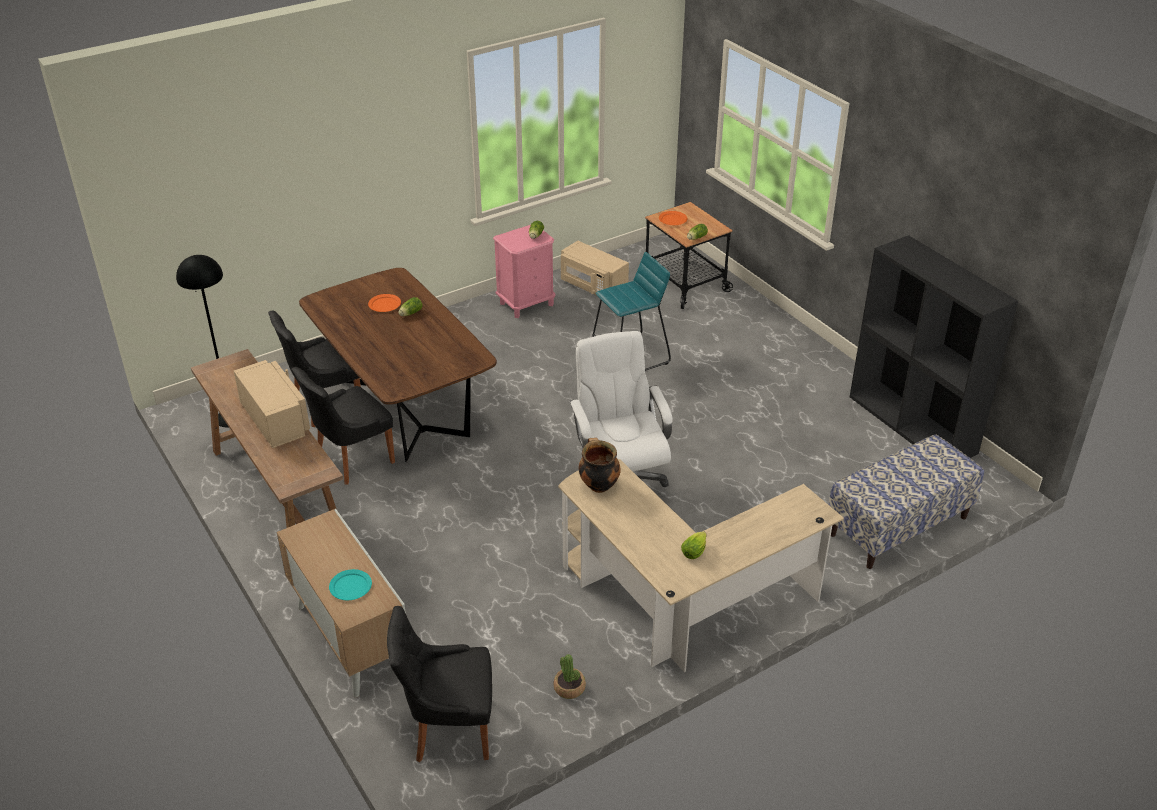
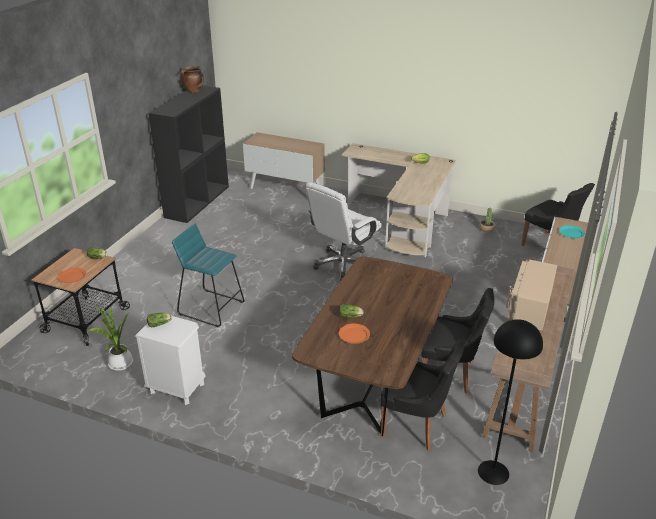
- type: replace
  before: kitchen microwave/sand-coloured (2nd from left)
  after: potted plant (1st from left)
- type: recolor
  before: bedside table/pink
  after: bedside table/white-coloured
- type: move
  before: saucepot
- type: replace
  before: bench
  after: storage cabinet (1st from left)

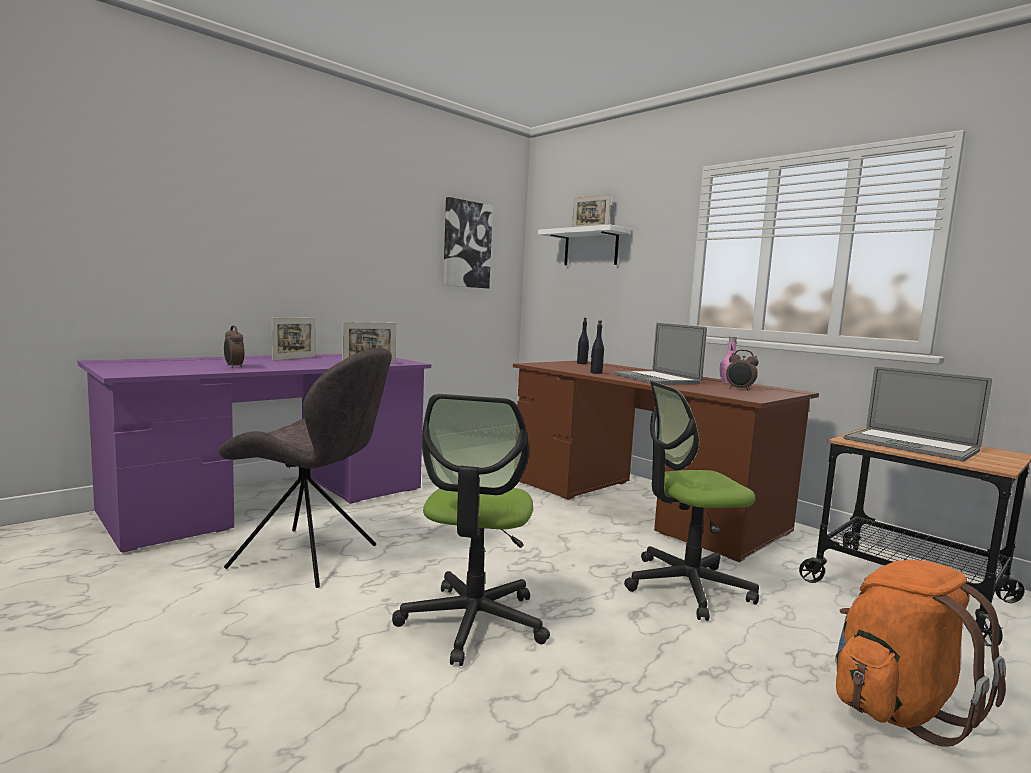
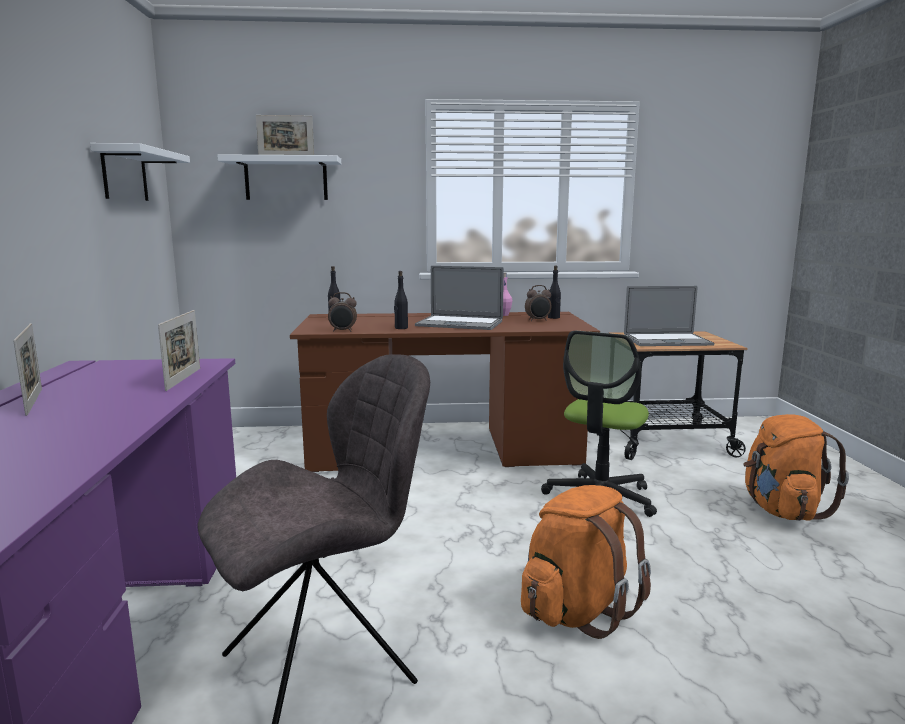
- type: replace
  before: wall picture
  after: shelf/white-coloured (1st from left)
- type: move
  before: bedside clock (1st from left)
- type: replace
  before: desk chair (1st from left)
  after: knapsack/orange (1st from left)
- type: insert
  after: drink bottle/blackish (3rd from left)

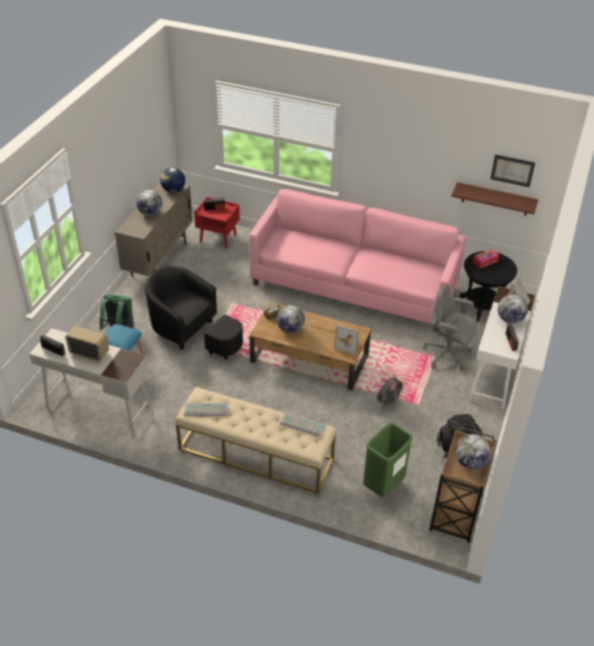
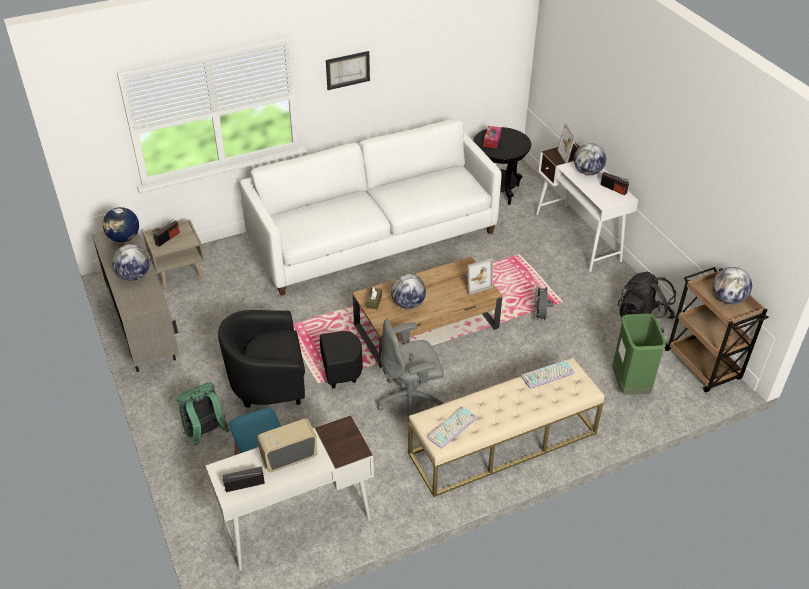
- type: recolor
  before: bedside table/red
  after: bedside table/sand-coloured
- type: recolor
  before: settee/pink
  after: settee/white-coloured
- type: move
  before: wall picture
- type: move
  before: desk chair/grey
- type: delete
  before: shelf

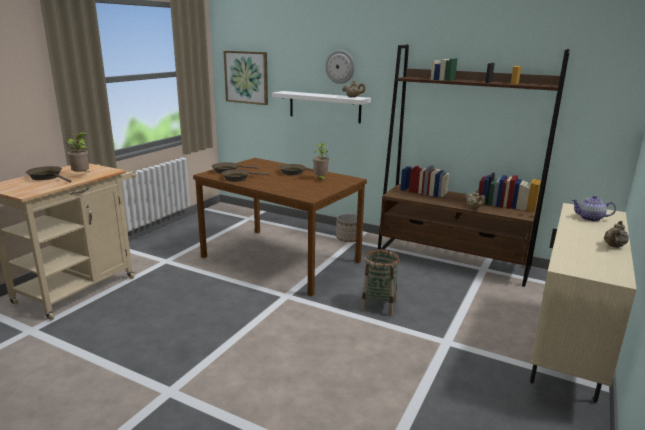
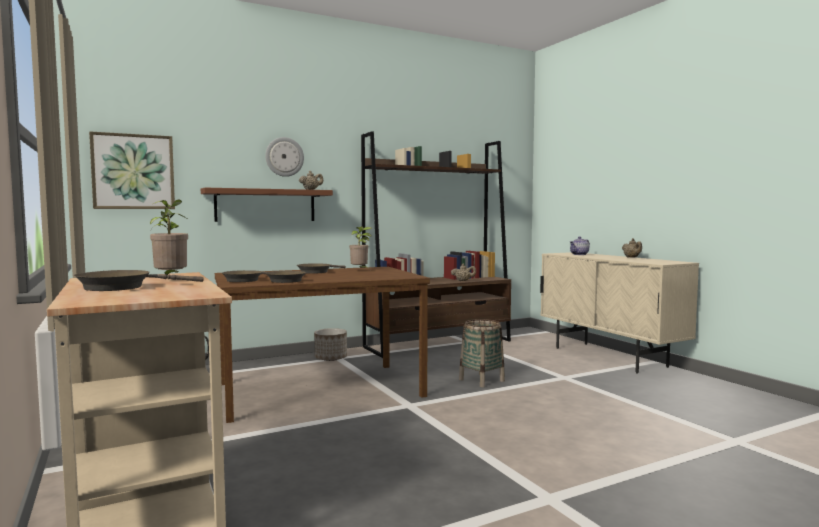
- type: recolor
  before: shelf/white-coloured
  after: shelf/brownish

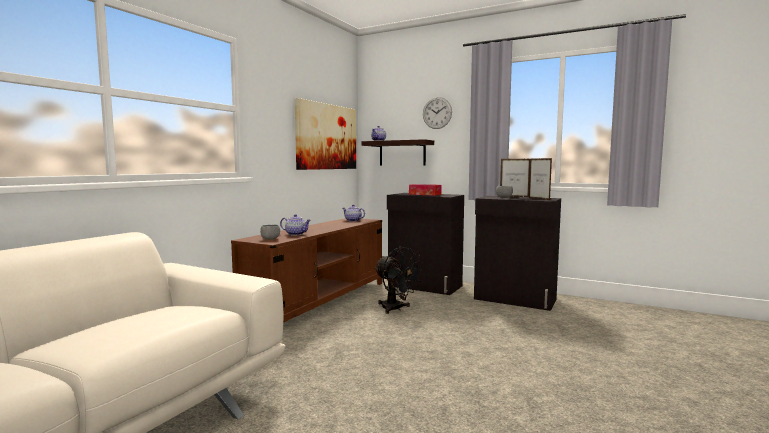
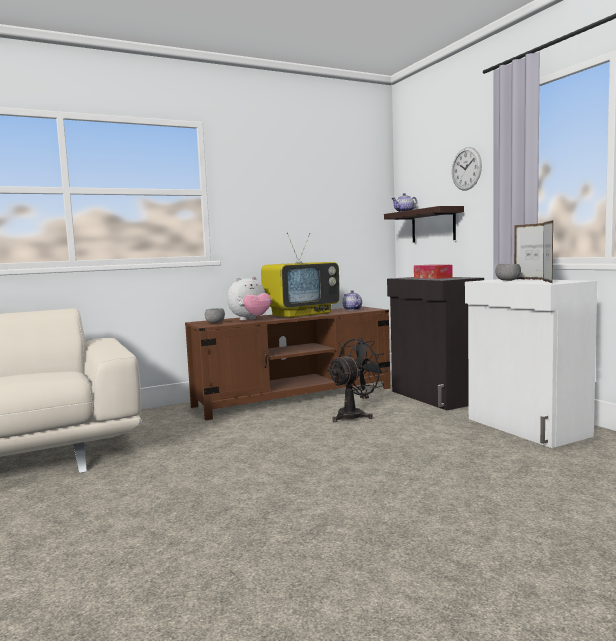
- type: replace
  before: teapot (1st from left)
  after: cuddly toy
- type: insert
  after: television
- type: rotate
  before: fan/blackish
  turn: -120
- type: recolor
  before: storage cabinet/blackish (2nd from left)
  after: storage cabinet/white-coloured
- type: delete
  before: wall picture

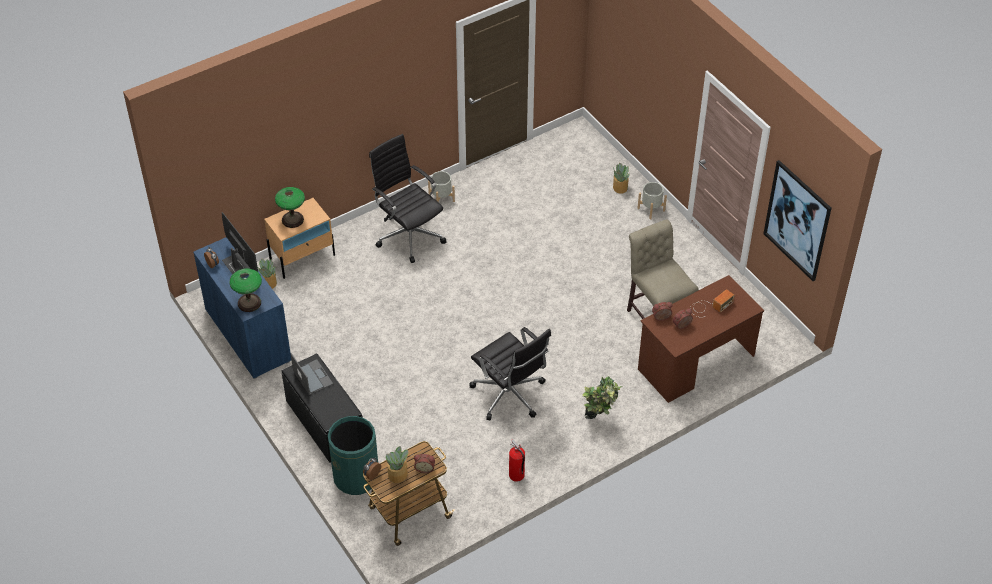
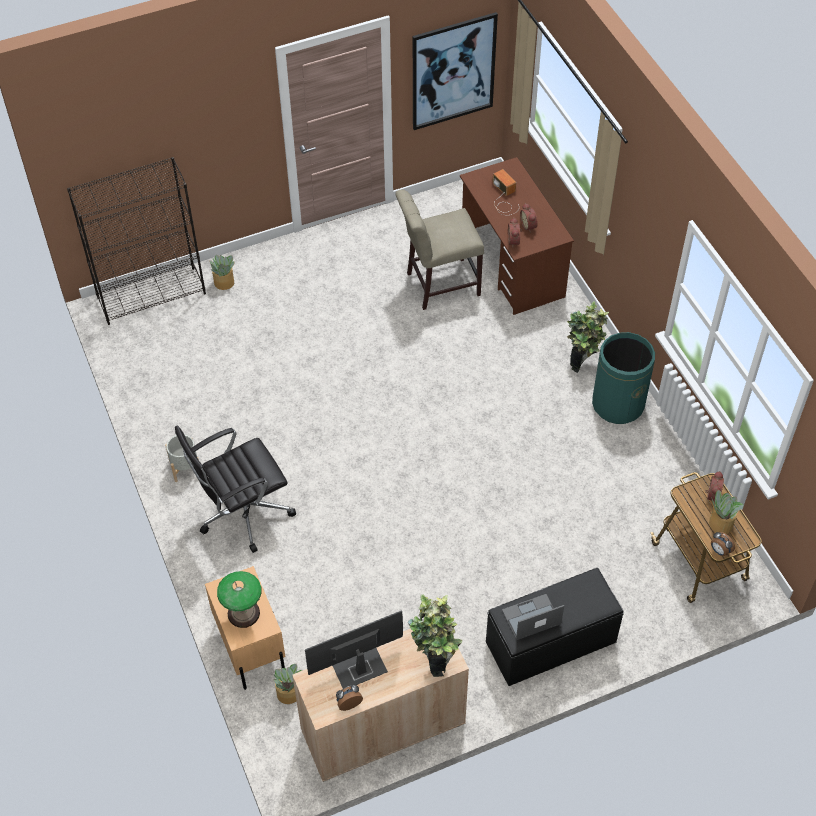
- type: insert
  after: bookcase/blackish
- type: recolor
  before: storage cabinet/blue
  after: storage cabinet/sand-coloured
- type: replace
  before: table lamp (1st from left)
  after: potted plant (3rd from left)
- type: move
  before: rubbish bin/green-coloured
- type: delete
  before: desk chair/blackish (2nd from left)
- type: delete
  before: extinguisher
- type: delete
  before: flower pot/grey (2nd from left)

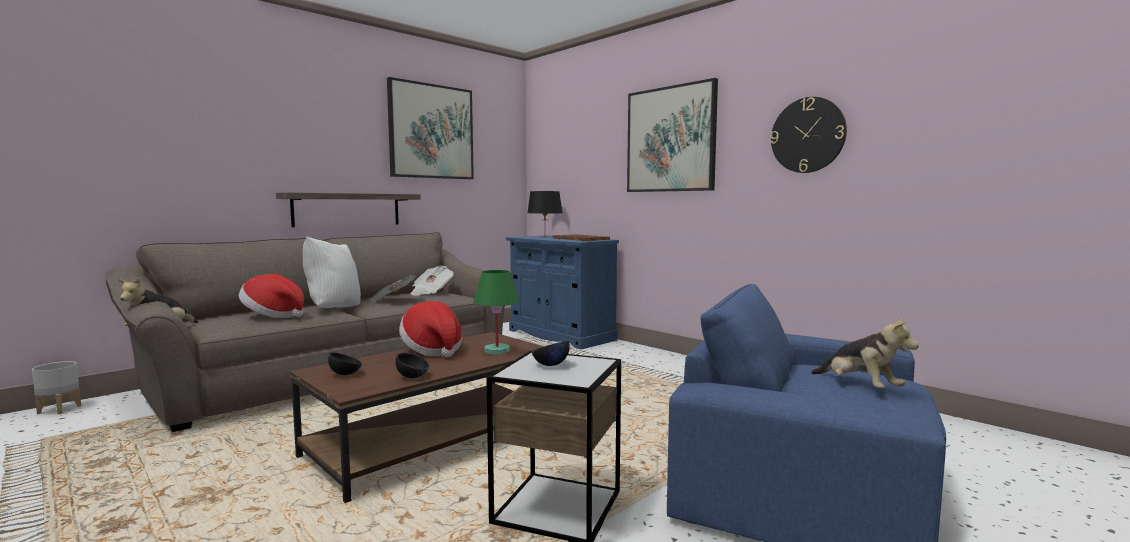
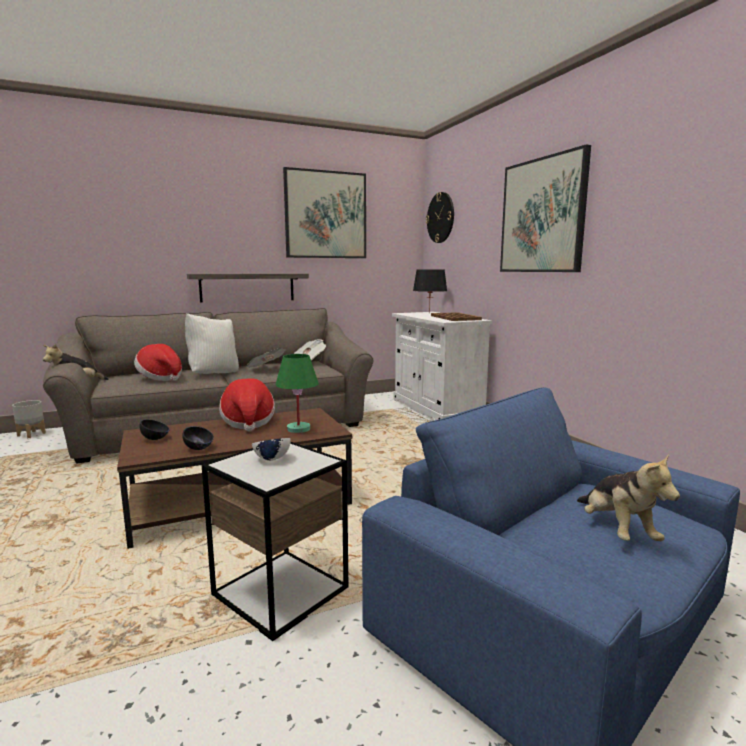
- type: recolor
  before: bowl/blackish (3rd from left)
  after: bowl/white-coloured
- type: recolor
  before: storage cabinet/blue
  after: storage cabinet/white-coloured
- type: move
  before: wall clock

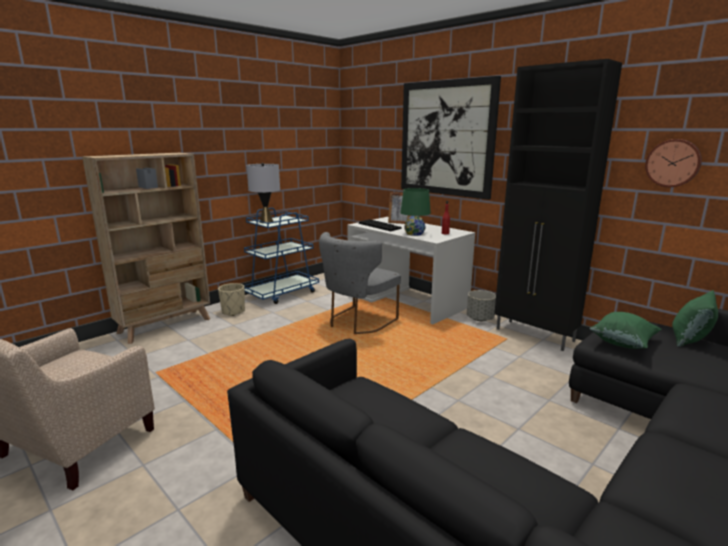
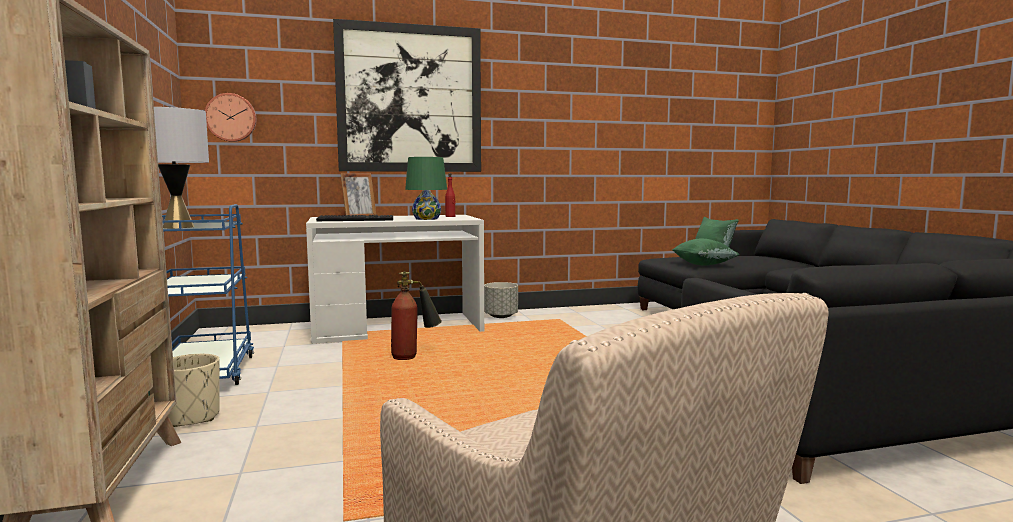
- type: move
  before: wall clock
- type: replace
  before: plain chair/grey
  after: extinguisher
- type: delete
  before: storage cabinet/blackish

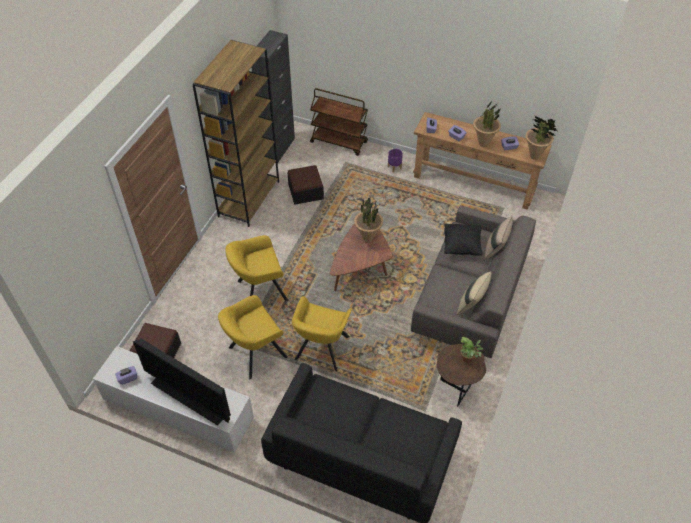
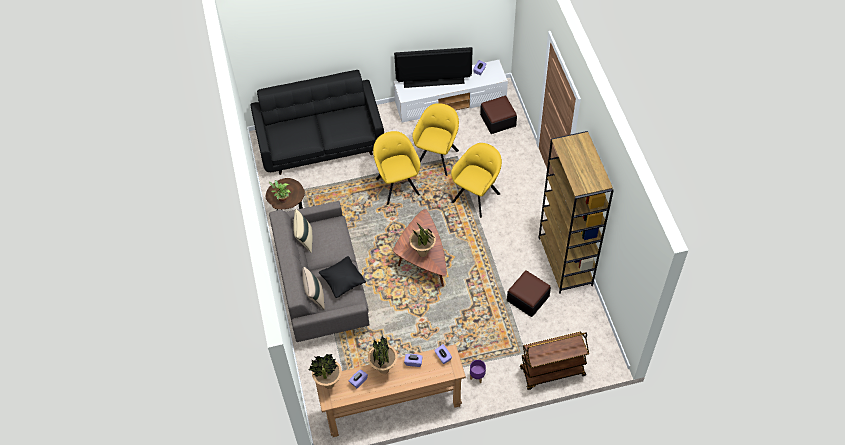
- type: delete
  before: storage cabinet/blackish

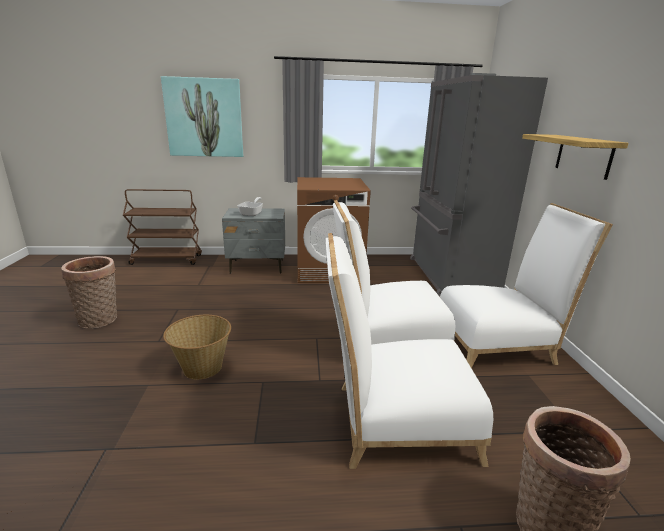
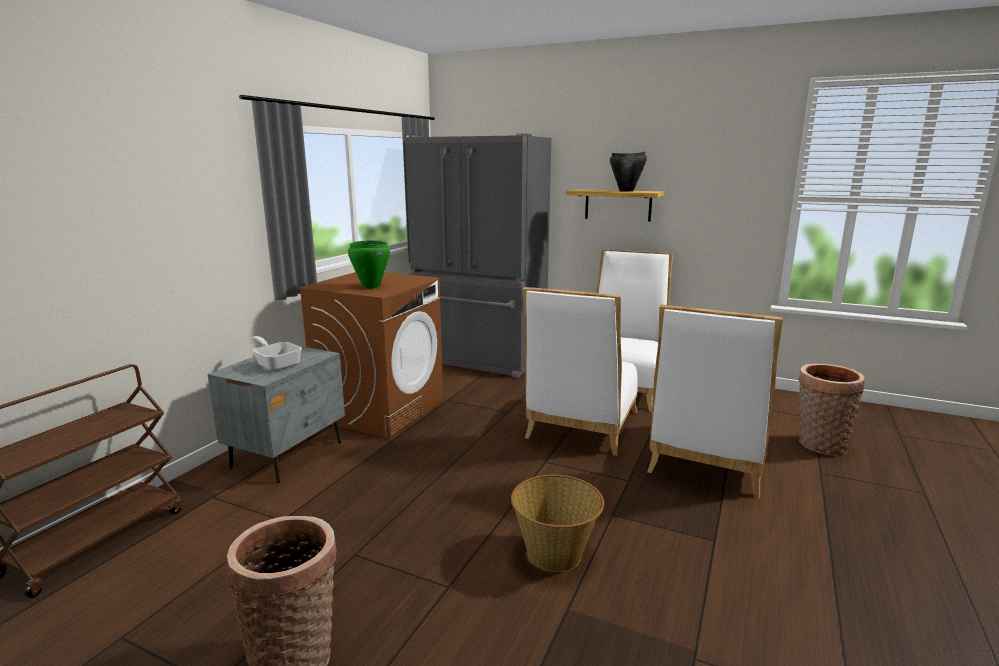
- type: insert
  after: saucepot/green-coloured
- type: insert
  after: saucepot/blackish
- type: delete
  before: wall picture

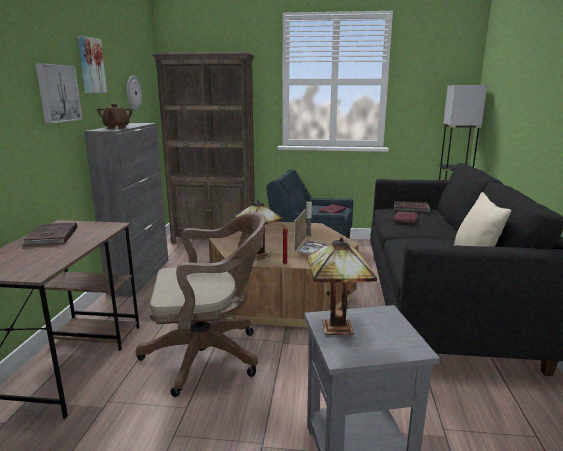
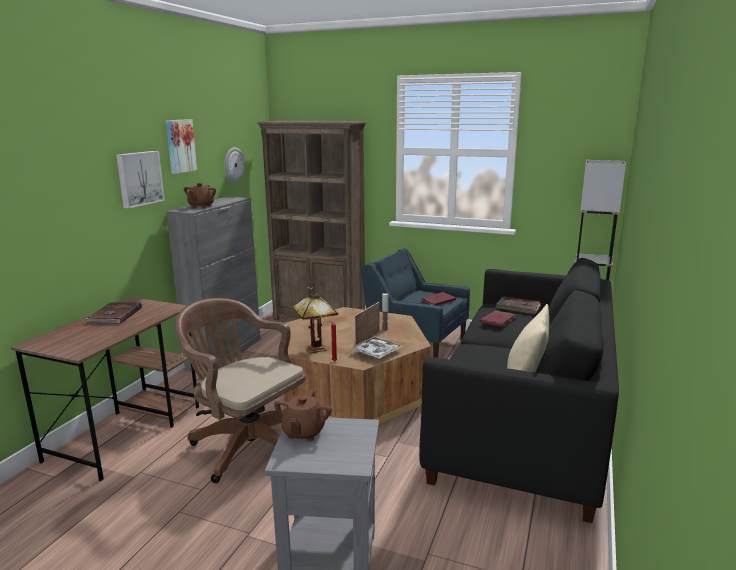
- type: rotate
  before: desk chair/brownish
  turn: -150
- type: replace
  before: table lamp (2nd from left)
  after: teapot/brownish (2nd from left)

